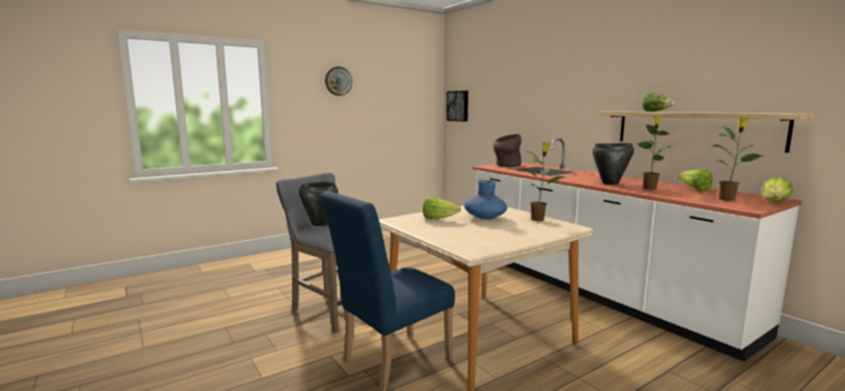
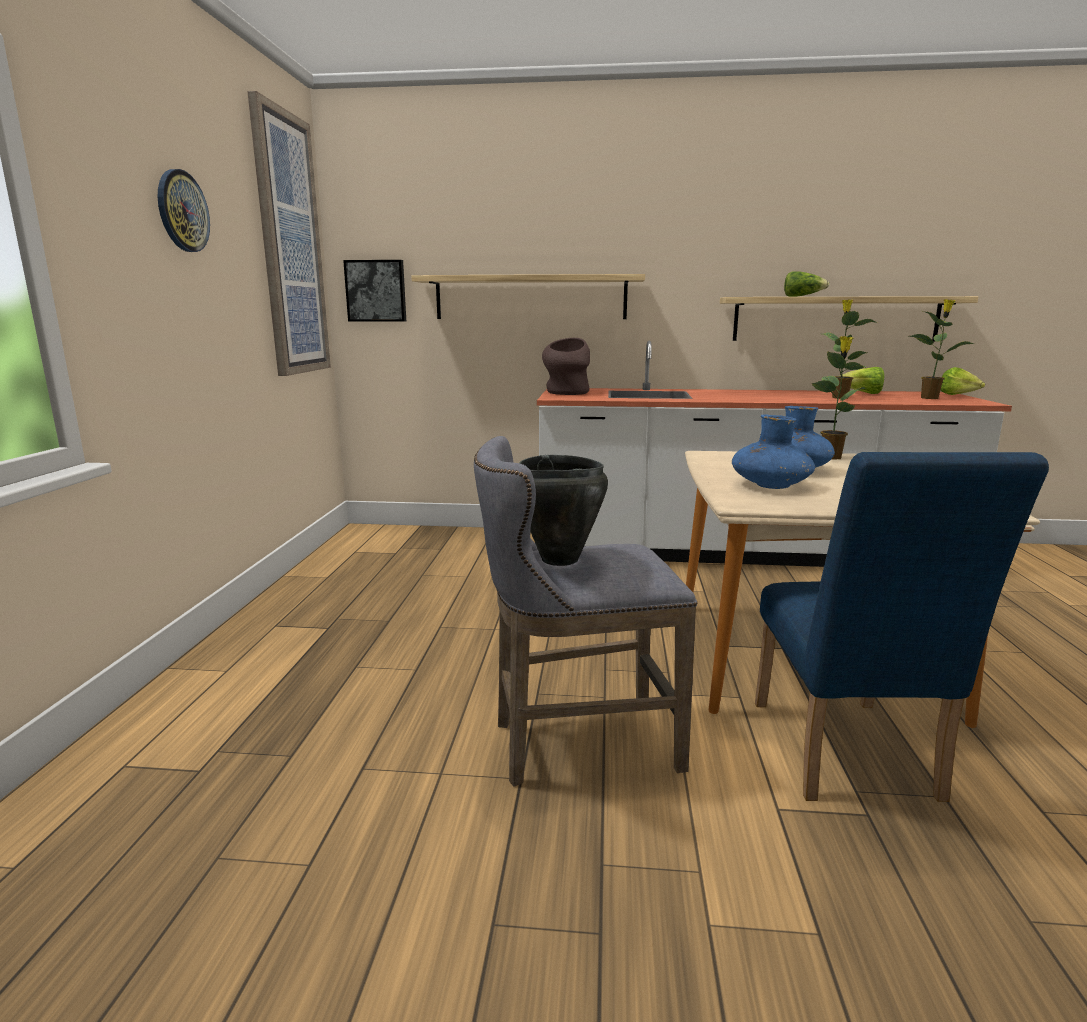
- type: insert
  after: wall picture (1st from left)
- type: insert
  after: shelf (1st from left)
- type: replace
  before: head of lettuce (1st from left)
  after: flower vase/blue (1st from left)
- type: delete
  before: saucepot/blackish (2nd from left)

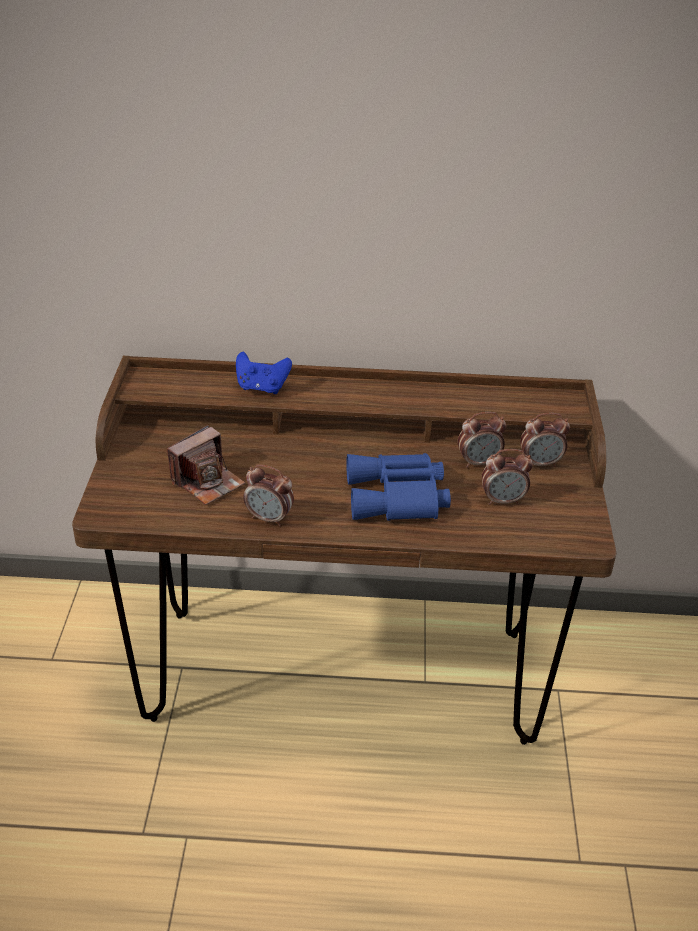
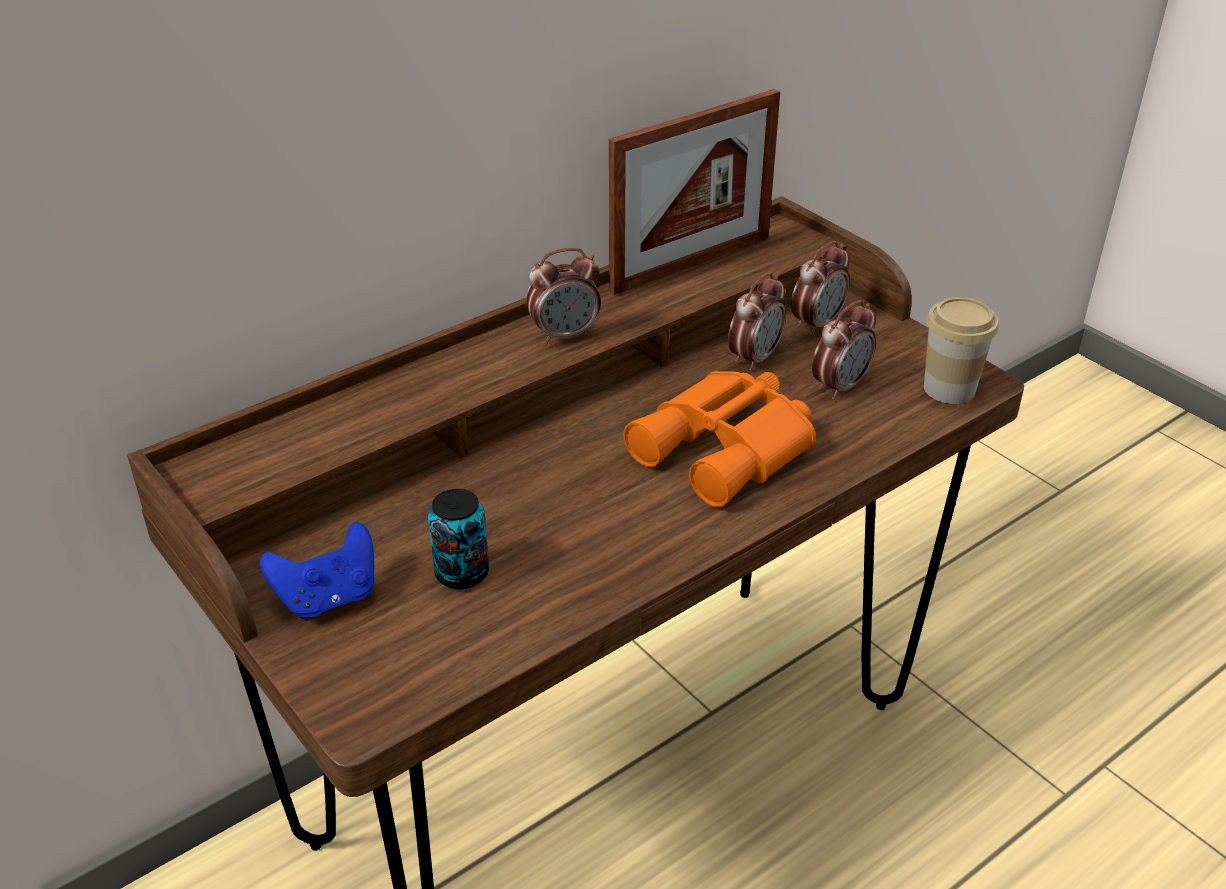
- type: move
  before: gamepad/blue
- type: replace
  before: photo camera
  after: metal can
- type: move
  before: bedside clock (1st from left)
- type: insert
  after: standing frame
- type: recolor
  before: field glasses/blue
  after: field glasses/orange
- type: insert
  after: small cup

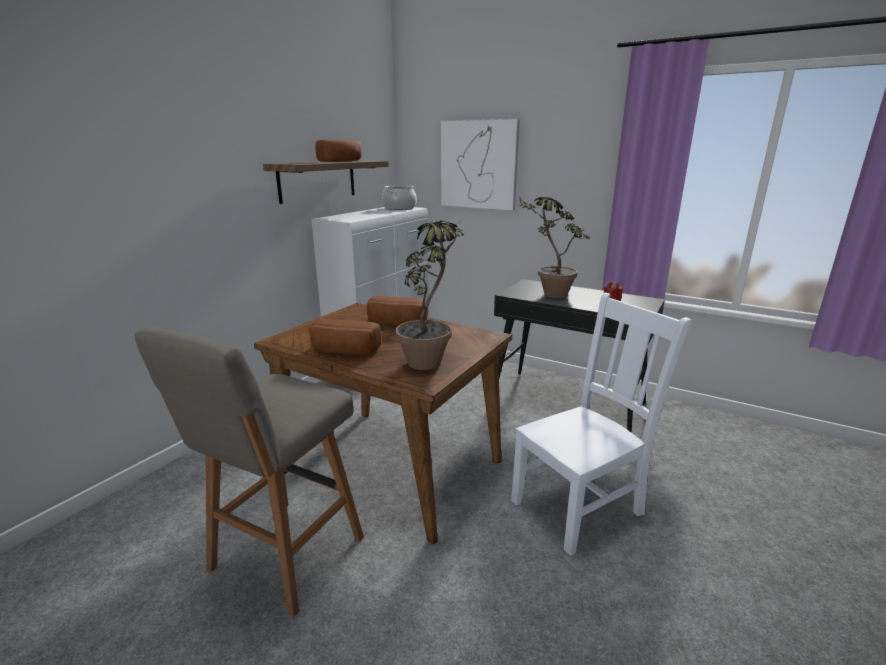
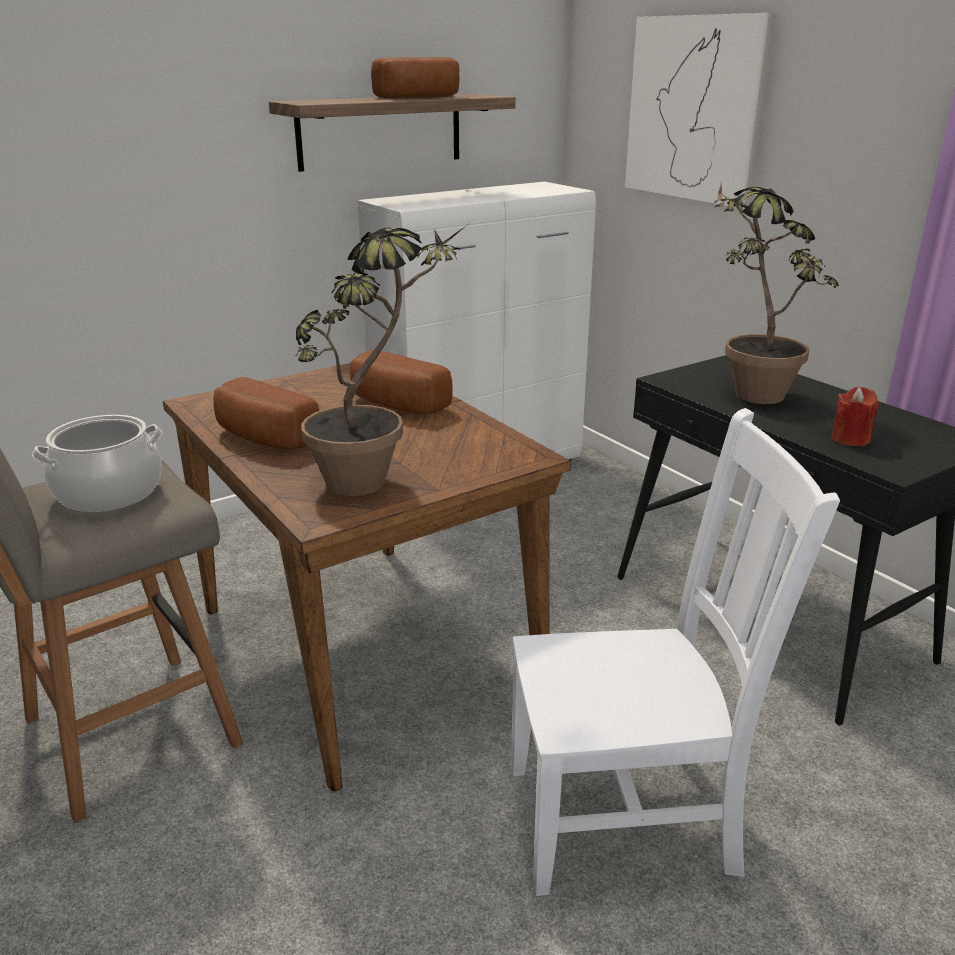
- type: move
  before: saucepot

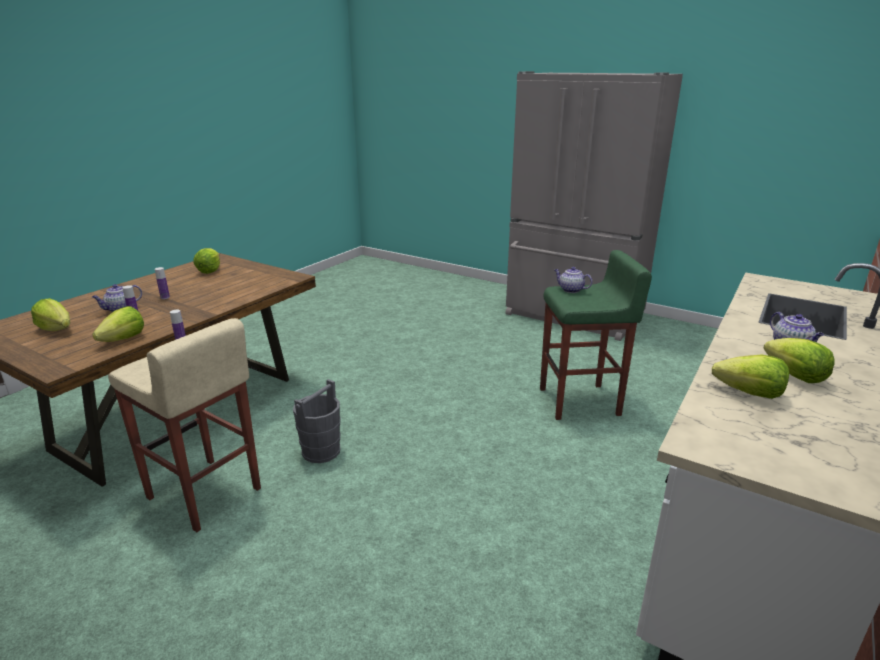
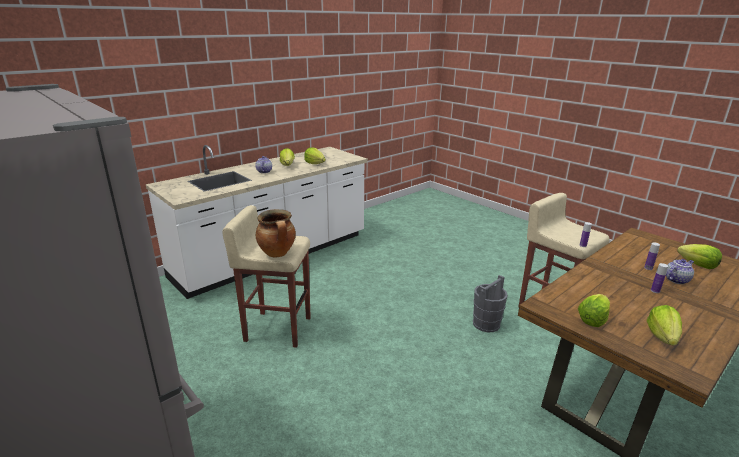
- type: recolor
  before: sitting stool/green-coloured
  after: sitting stool/sand-coloured (1st from left)
- type: replace
  before: teapot (2nd from left)
  after: saucepot
- type: move
  before: head of lettuce (2nd from left in the first image)
  after: head of lettuce (3rd from left)

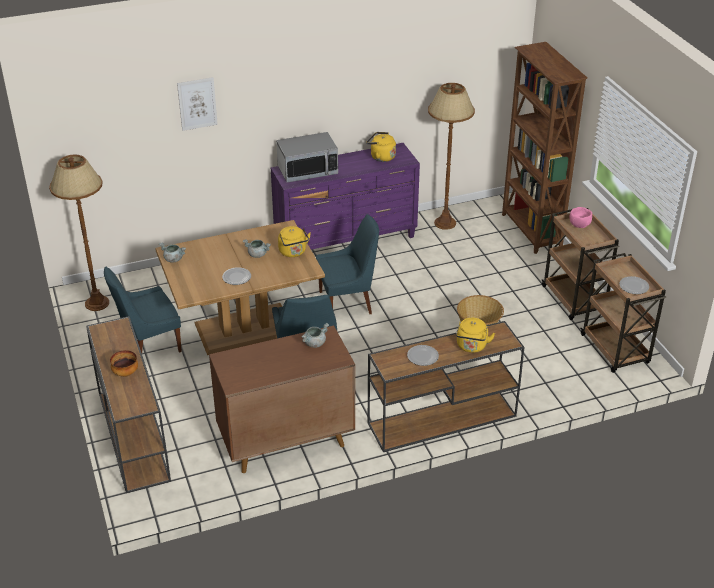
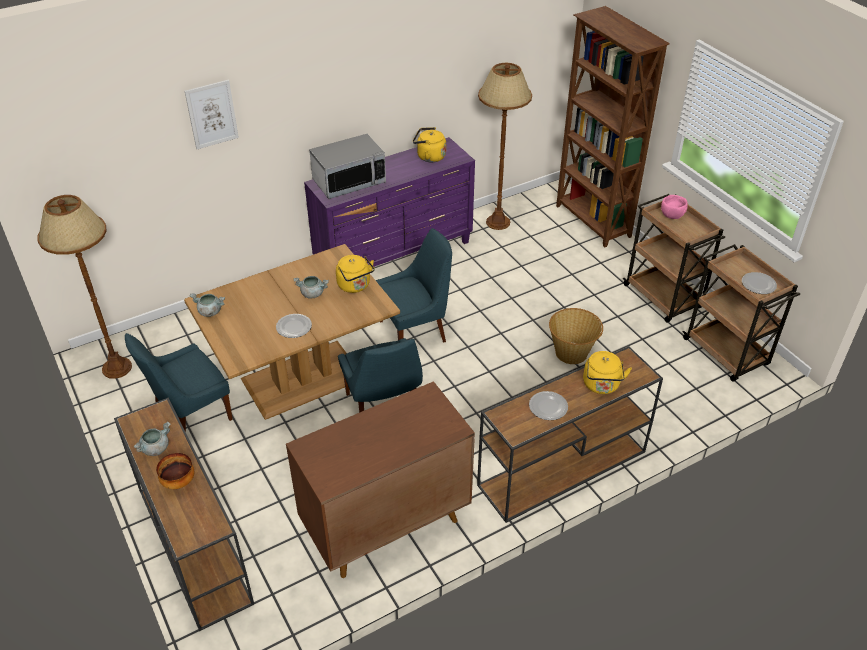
- type: move
  before: saucepot/grey (3rd from left in the first image)
  after: saucepot/grey (1st from left)

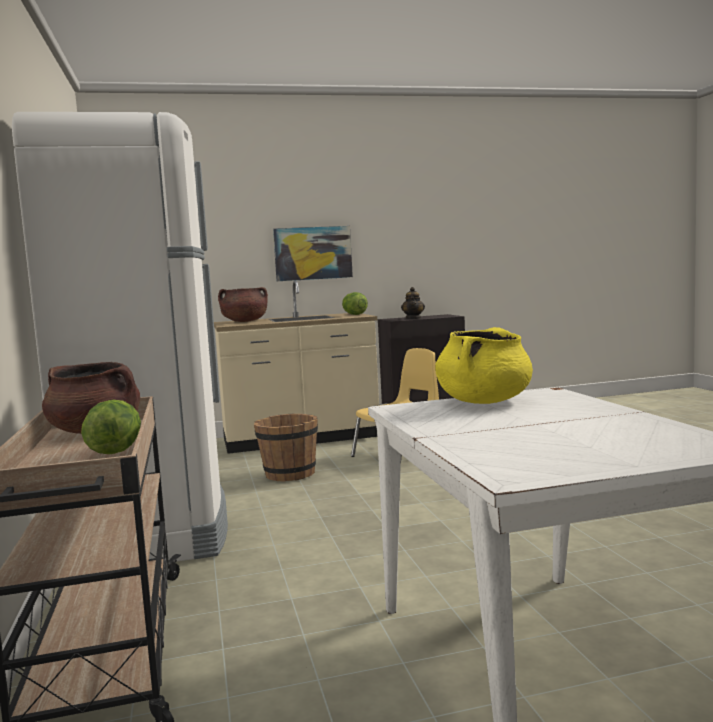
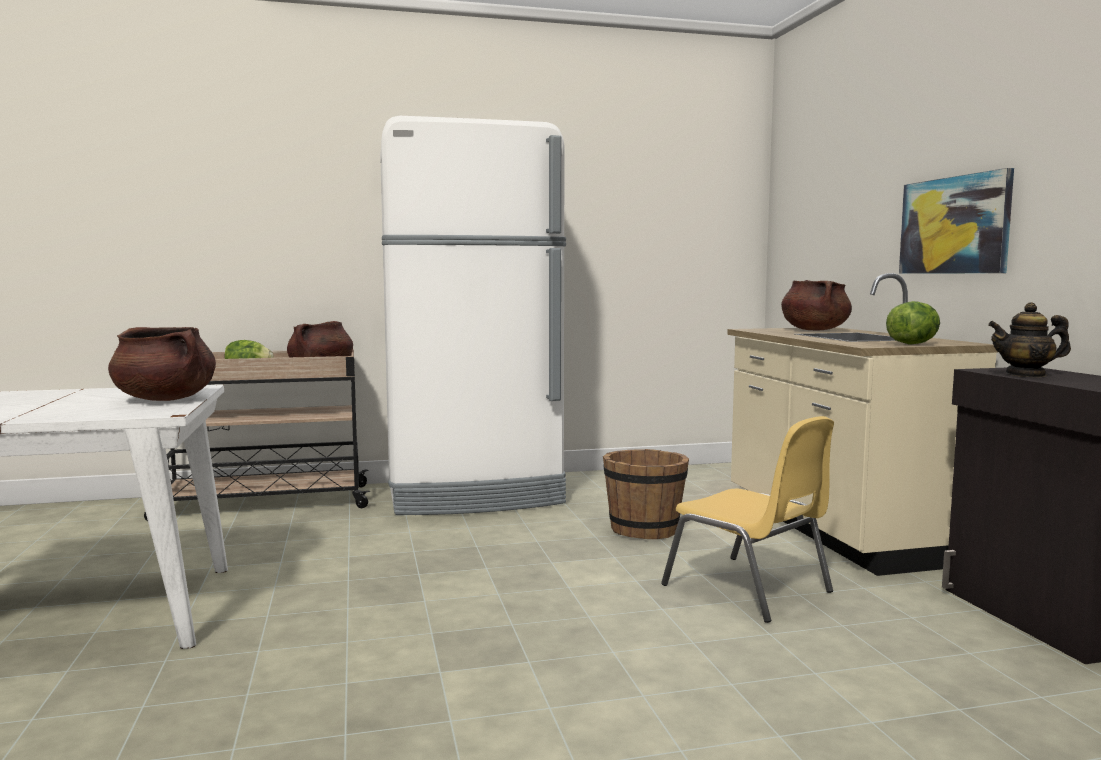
- type: recolor
  before: saucepot/yellow-coloured
  after: saucepot/brownish (1st from left)

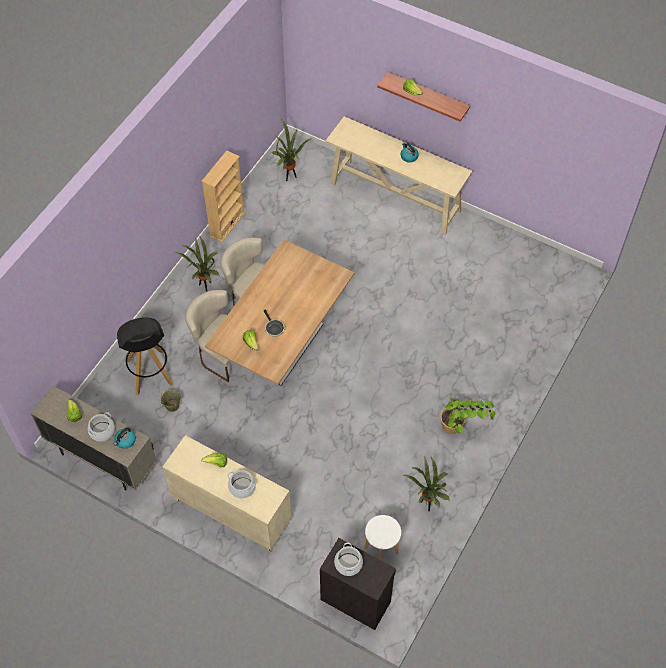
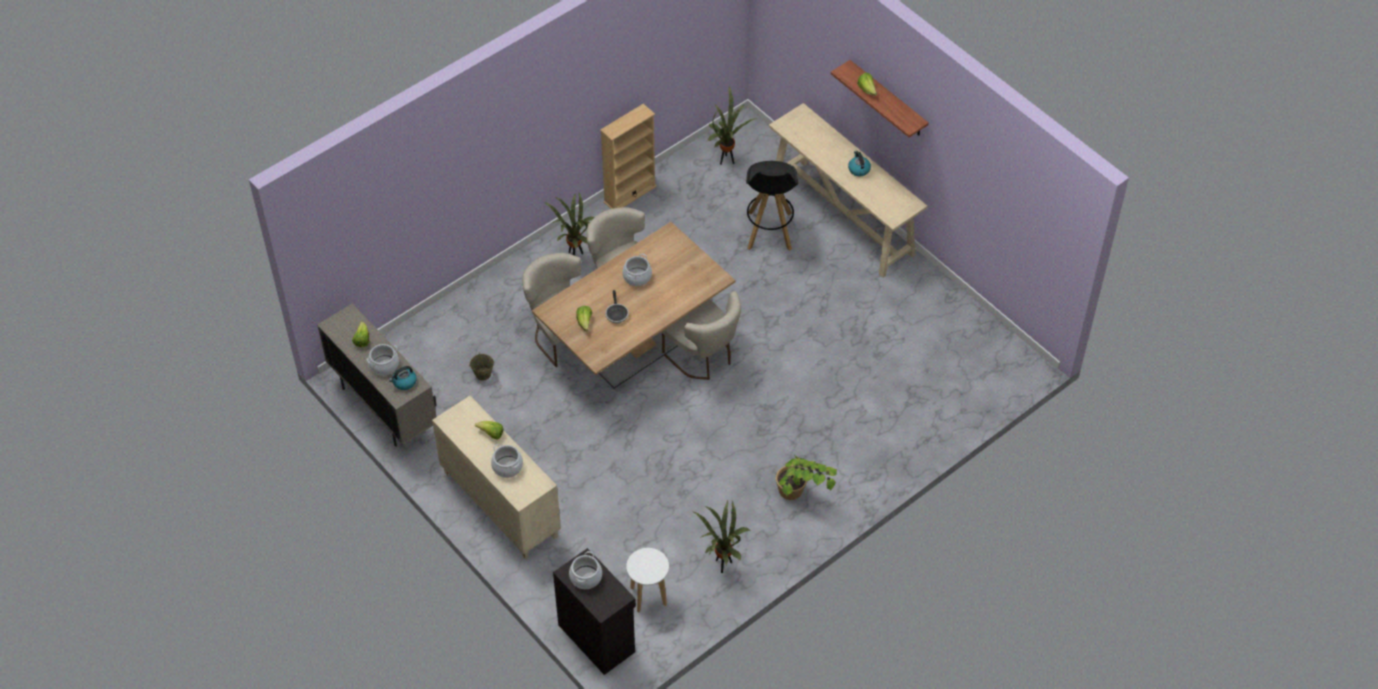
- type: insert
  after: saucepot (4th from left)
- type: insert
  after: plain chair/sand-coloured (3rd from left)
- type: move
  before: sitting stool/blackish

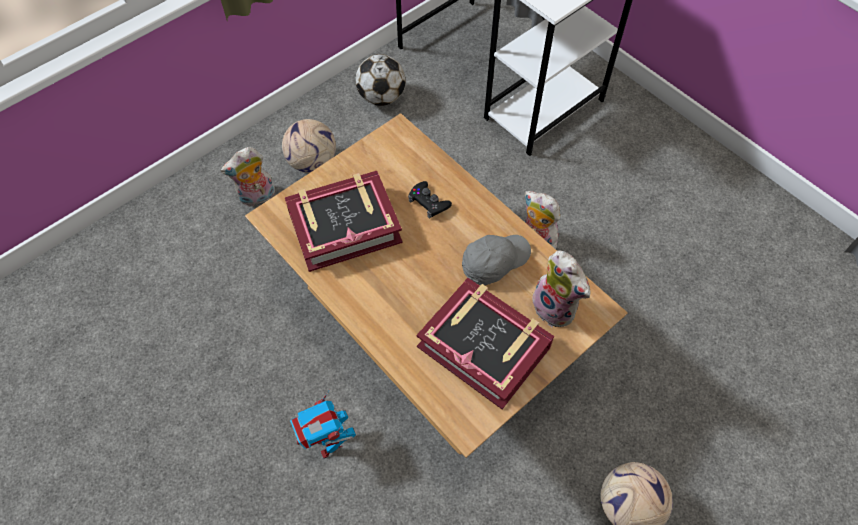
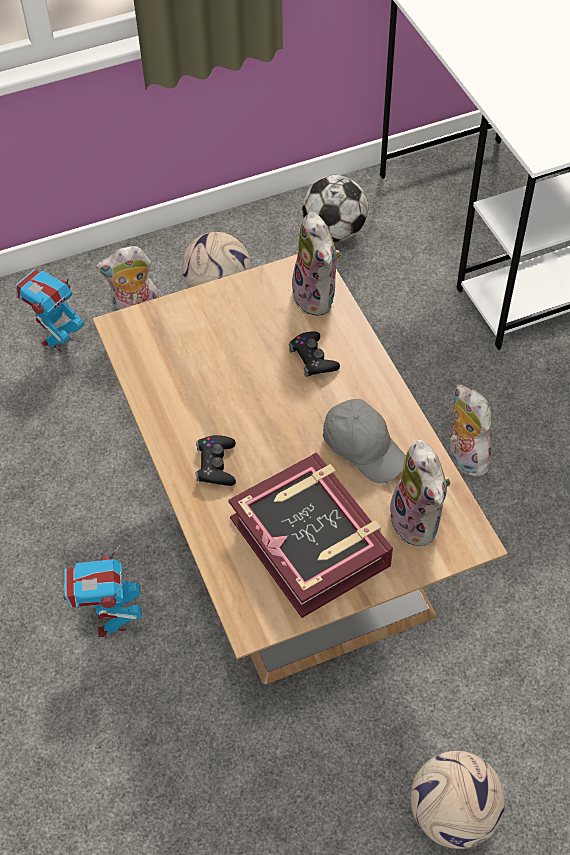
- type: insert
  after: toy robot (1st from left)
- type: insert
  after: gamepad/blackish (1st from left)
- type: insert
  after: cuddly toy (2nd from left)
- type: rotate
  before: cap/grey
  turn: 60
- type: delete
  before: book (1st from left)

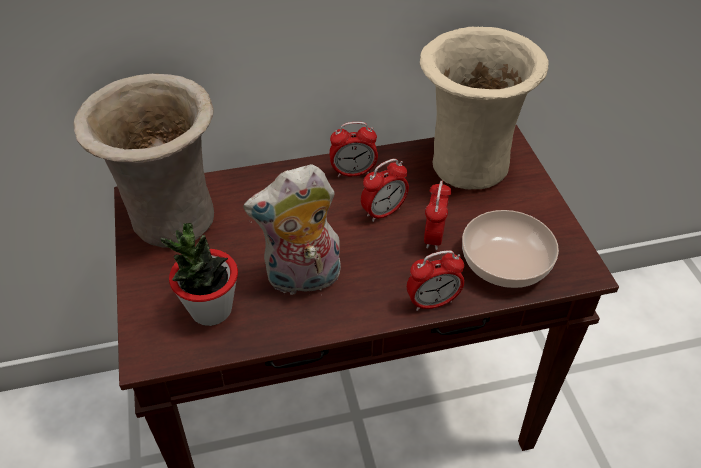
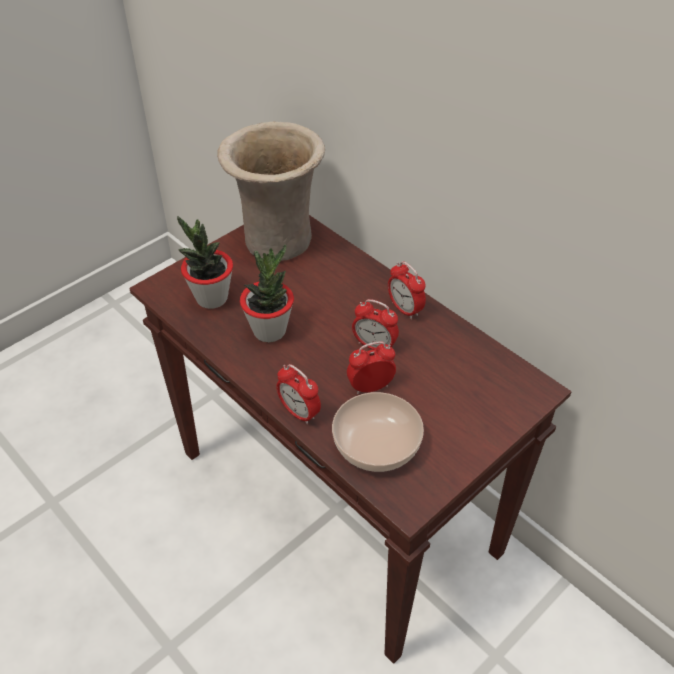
- type: replace
  before: cuddly toy
  after: potted plant (2nd from left)
- type: delete
  before: flower vase/sand-coloured (2nd from left)

